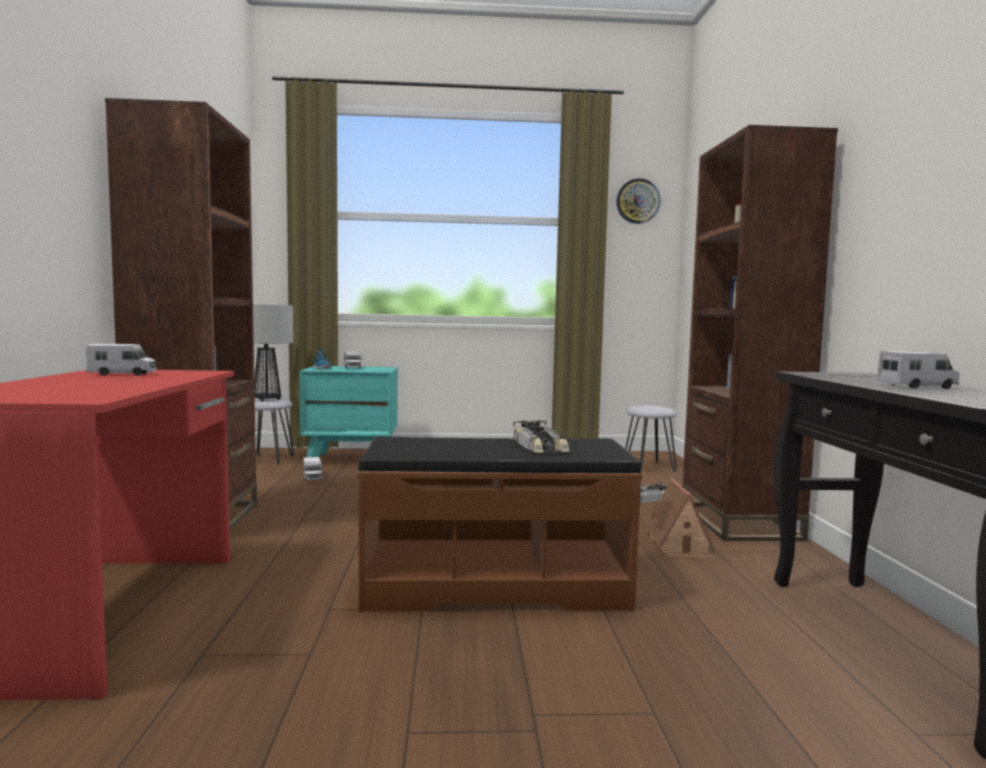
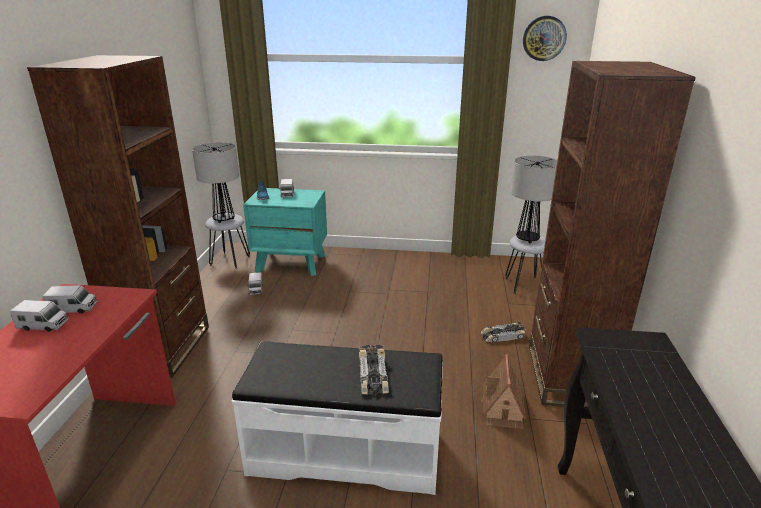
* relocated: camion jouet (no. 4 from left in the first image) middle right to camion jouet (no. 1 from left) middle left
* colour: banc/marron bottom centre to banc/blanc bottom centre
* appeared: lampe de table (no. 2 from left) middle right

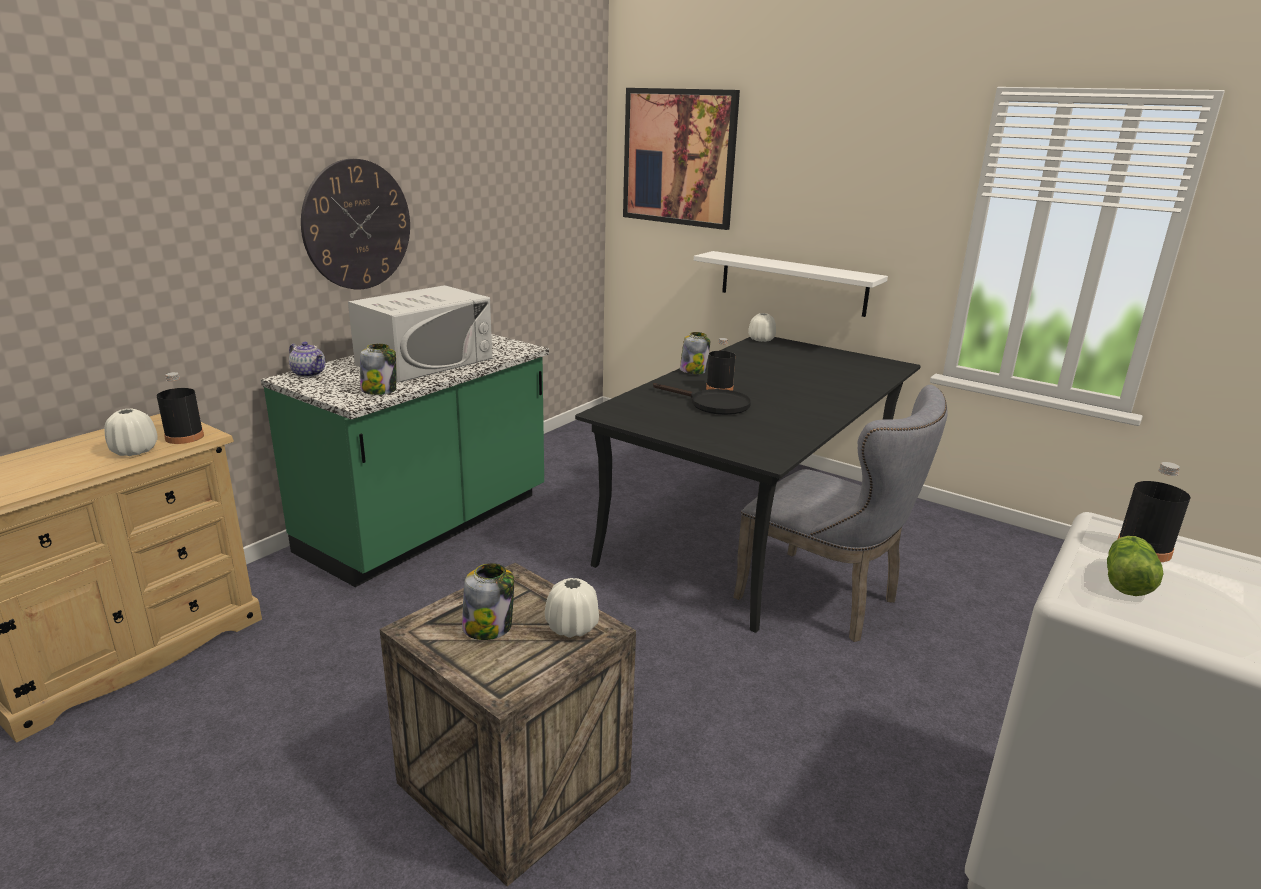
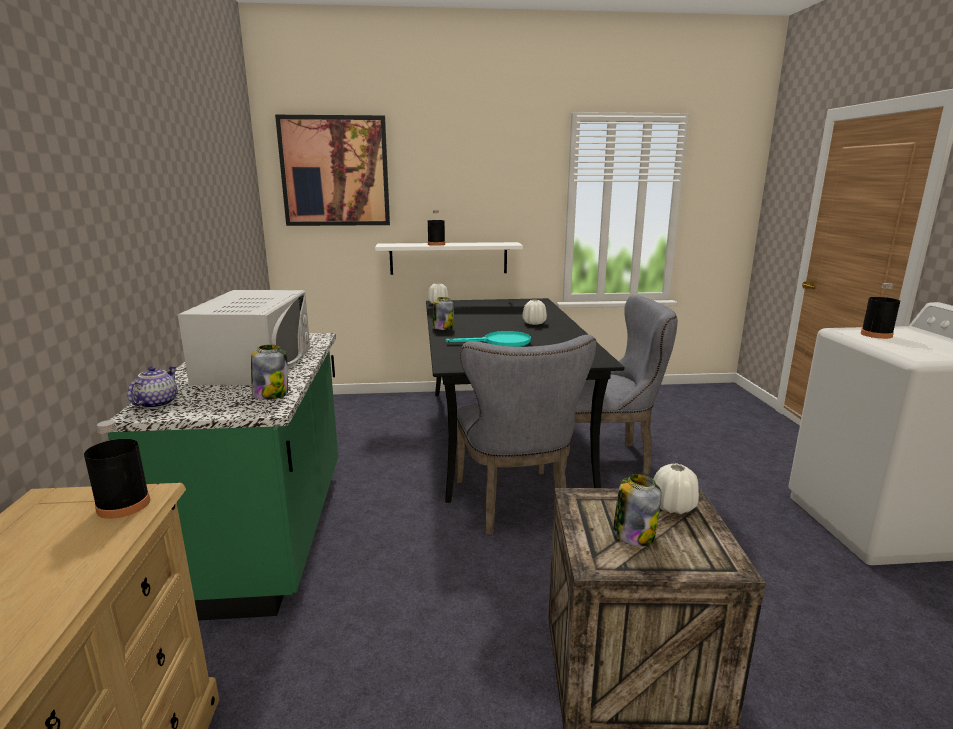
* spun: théière middle left = middle left 75 degrees counterclockwise
* relocated: bouteille/noir (no. 2 from left) centre to top centre
* colour: poêle/noir centre to poêle/turquoise centre
* appeared: chaise/gris (no. 1 from left) centre
* relocated: vase/blanc (no. 1 from left in the first image) middle left to vase/blanc (no. 2 from left) centre
* missing: horloge murale top left
* missing: laitue middle right

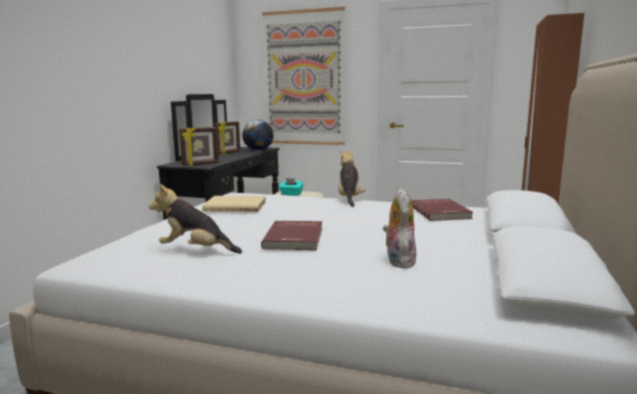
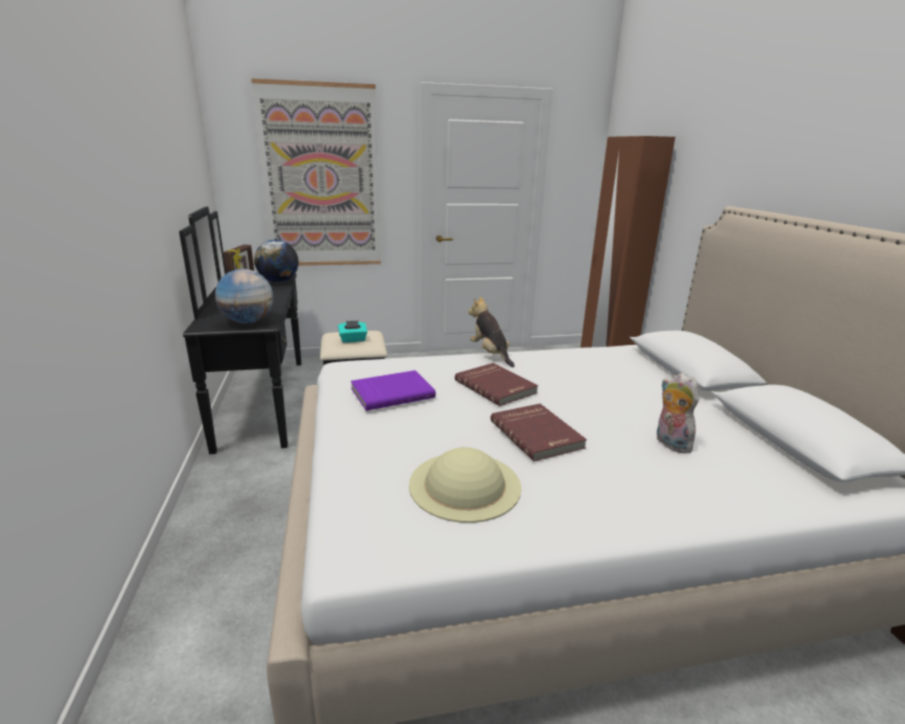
* exchanged: cadre photo (no. 1 from left) middle left to globe (no. 1 from left) middle left
* colour: livre/beige centre to livre/violet centre
* exchanged: peluche (no. 1 from left) middle left to chapeau/beige bottom centre
* relocated: livre/rouge (no. 2 from left in the first image) middle right to livre/rouge (no. 1 from left) centre

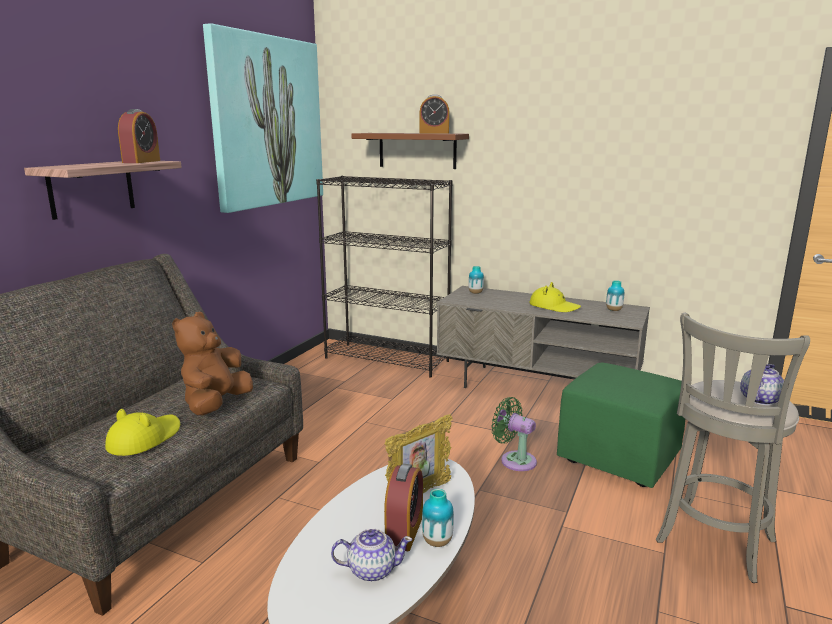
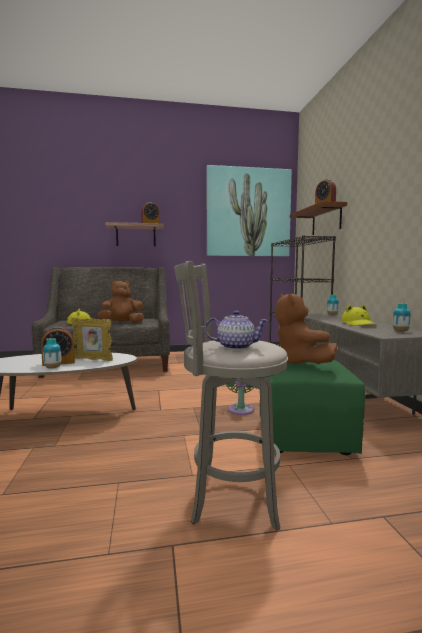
* appeared: peluche/marron (no. 2 from left) middle right
* missing: théière (no. 1 from left) bottom centre

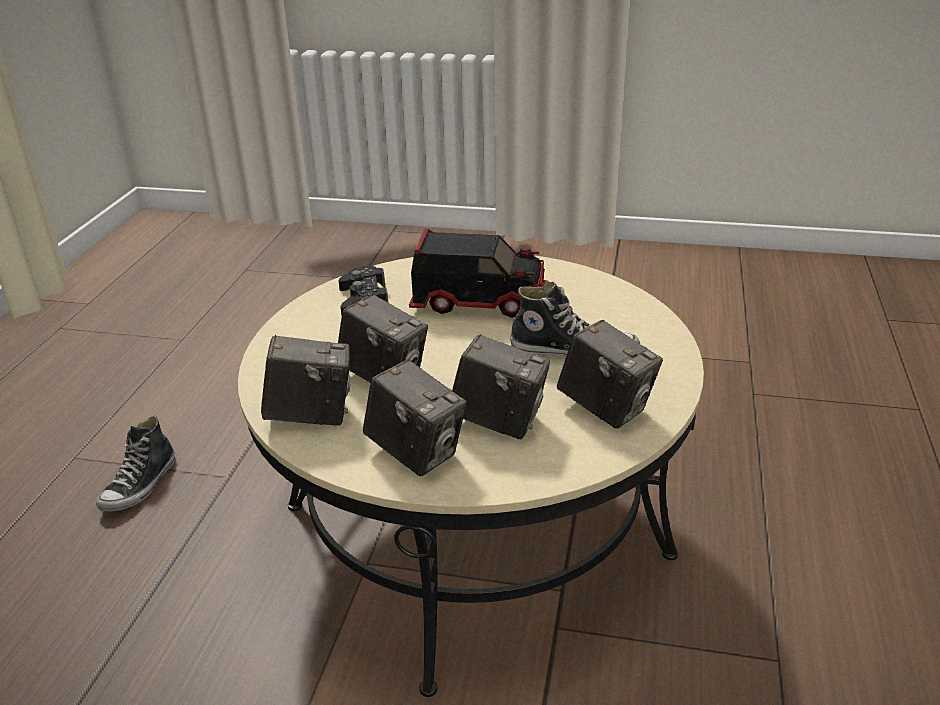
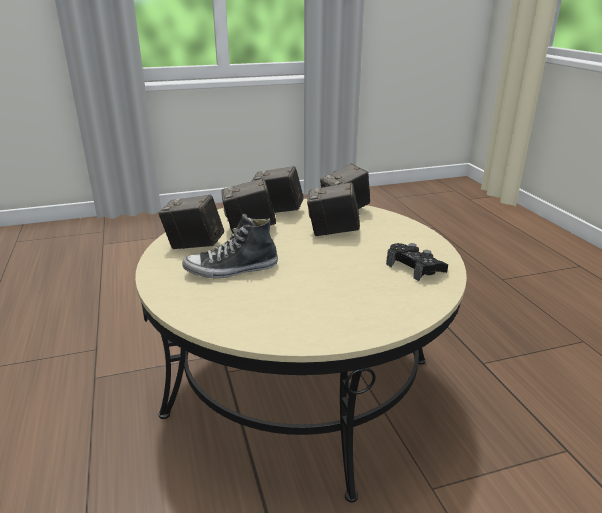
* missing: chaussure (no. 1 from left) middle left
* missing: camion jouet centre

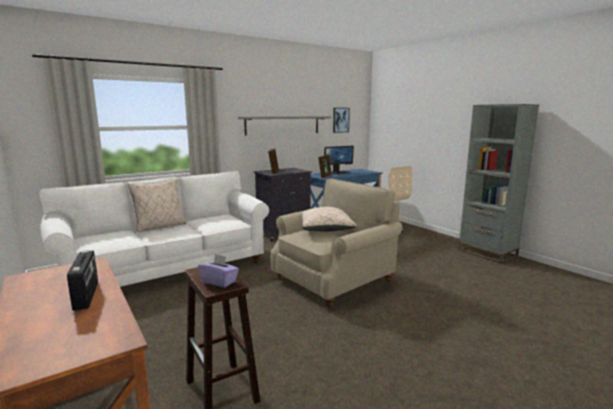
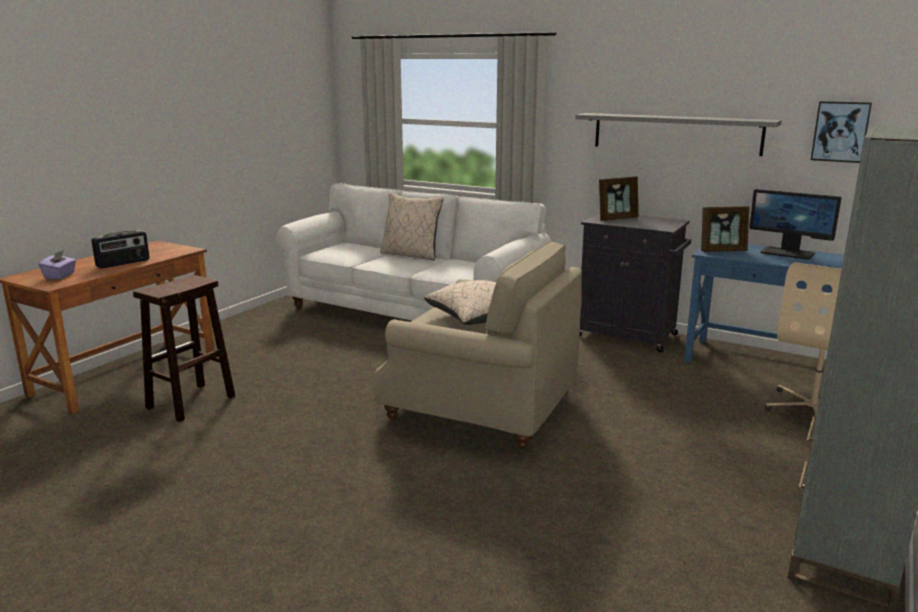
* relocated: boîte à mouchoirs/violet centre to middle left

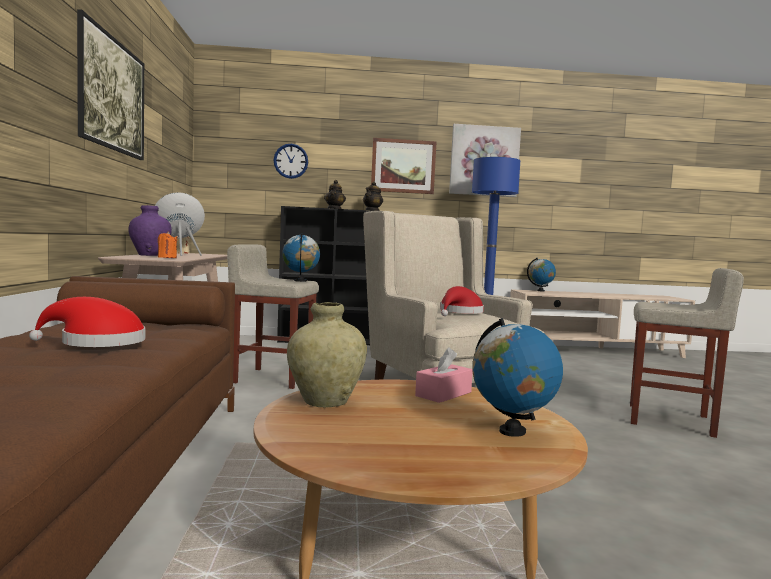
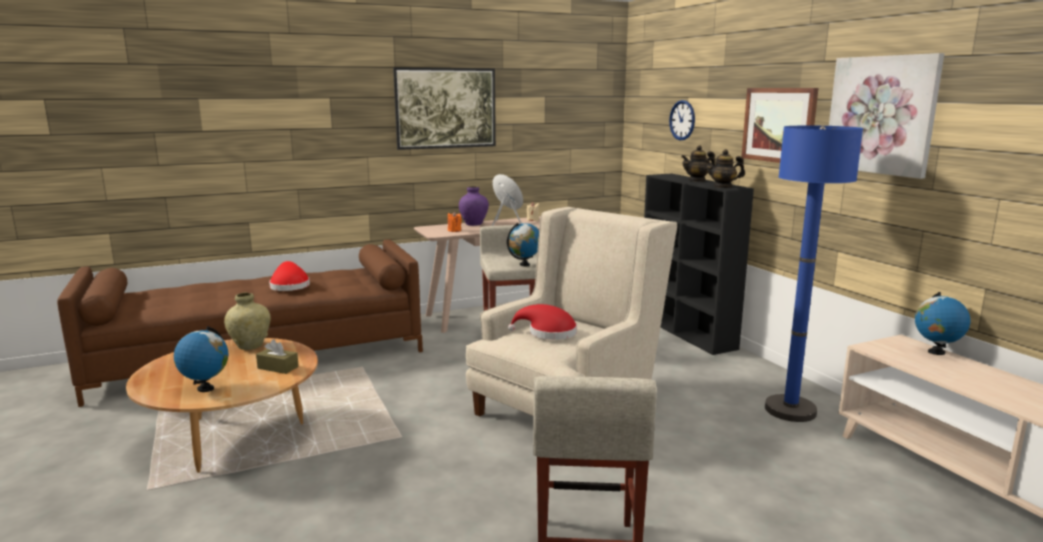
* colour: boîte à mouchoirs/rose centre to boîte à mouchoirs/marron middle left

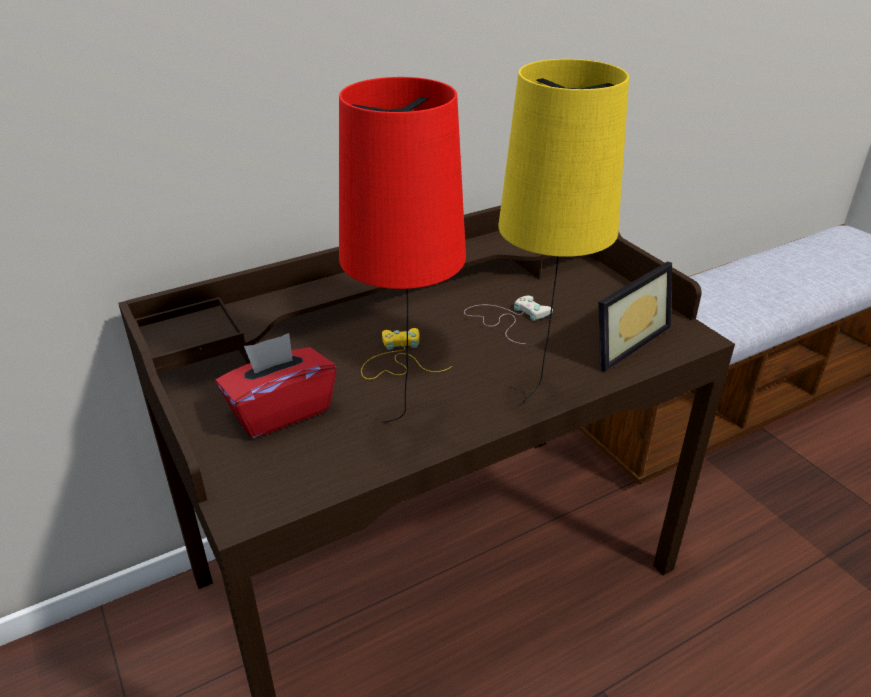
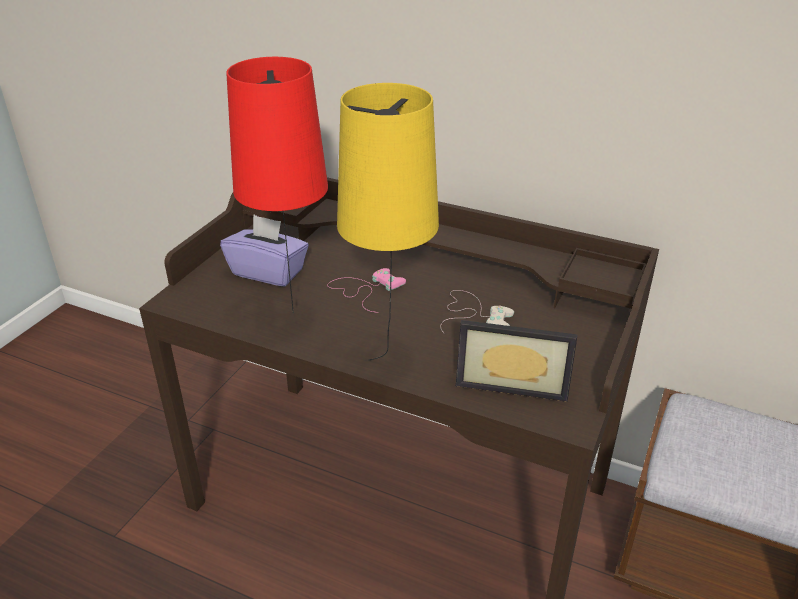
* colour: boîte à mouchoirs/rouge middle left to boîte à mouchoirs/violet middle left
* colour: manette/jaune centre to manette/rose centre

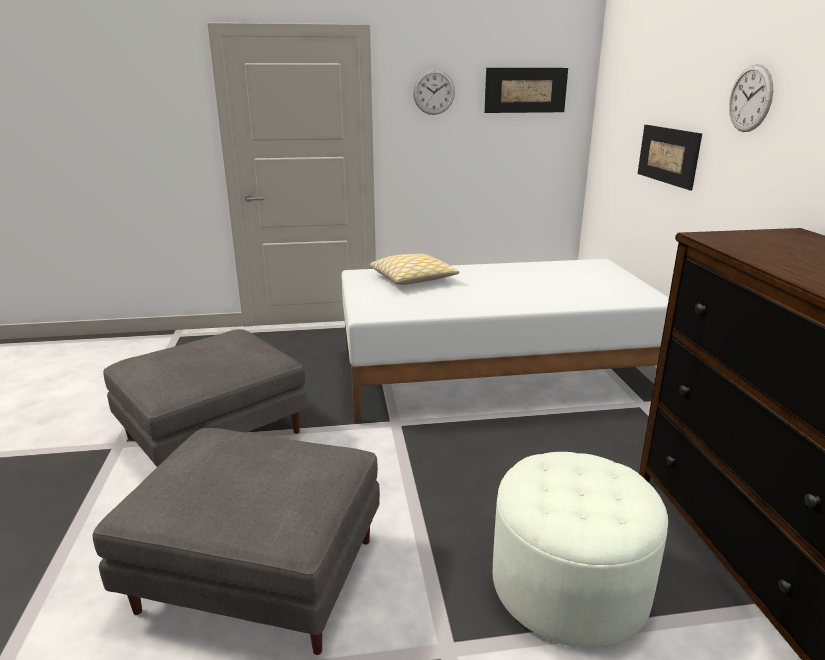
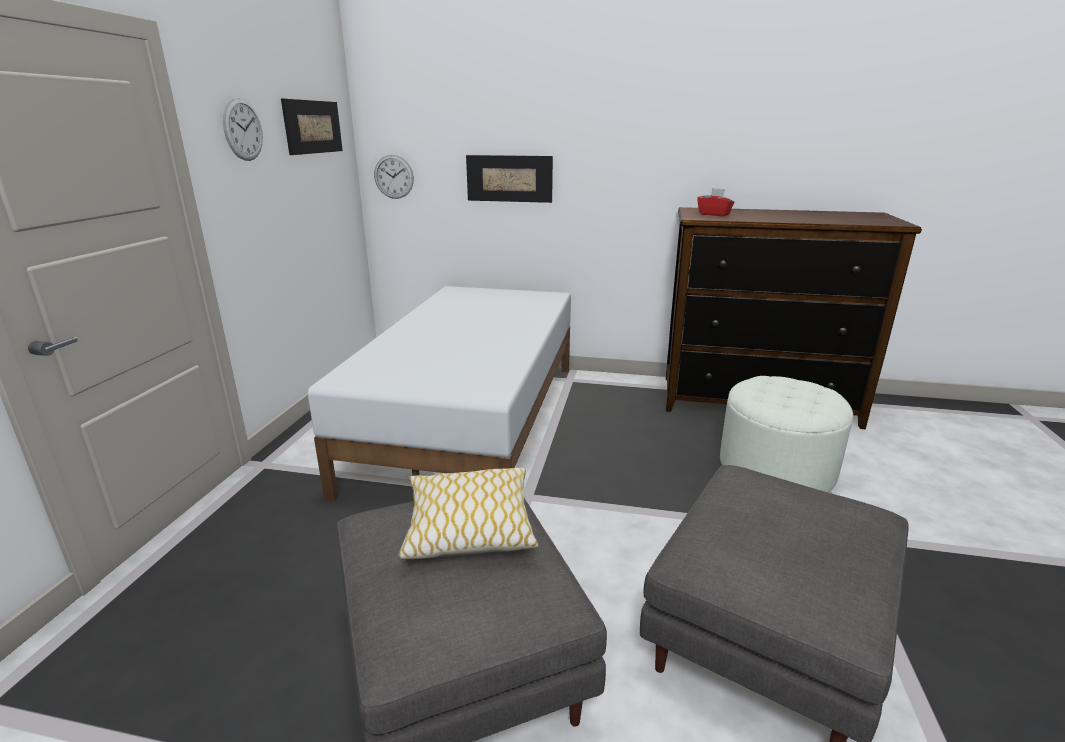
* relocated: horloge murale (no. 2 from left) top right to top centre
* relocated: coussin centre to bottom centre
* appeared: boîte à mouchoirs/rouge top right

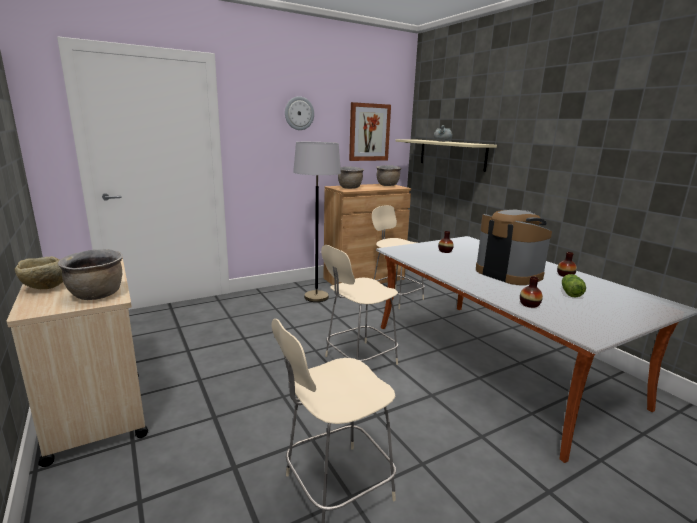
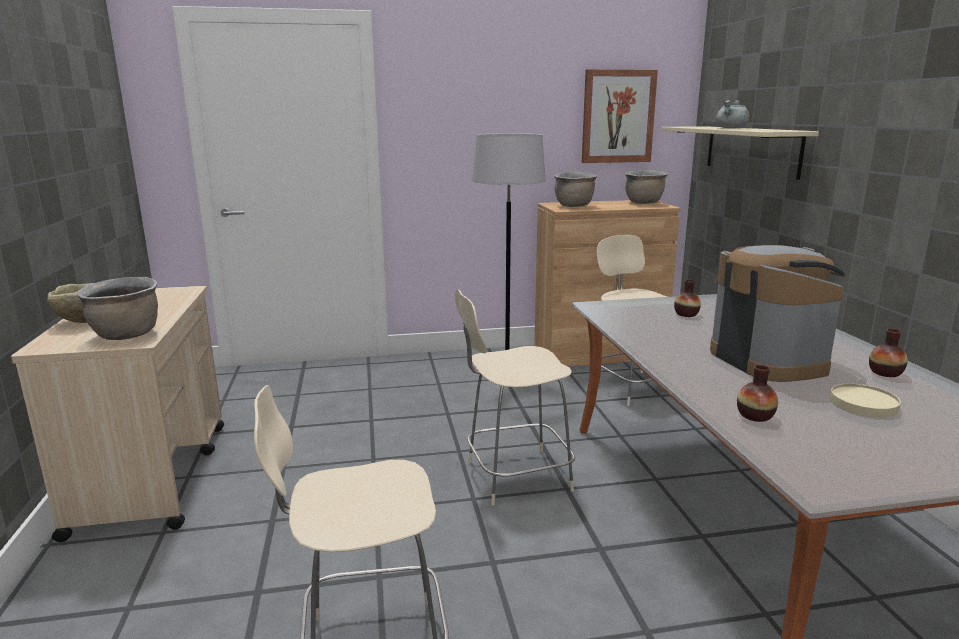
* exchanged: laitue middle right to assiette/beige middle right
* missing: horloge murale top centre

